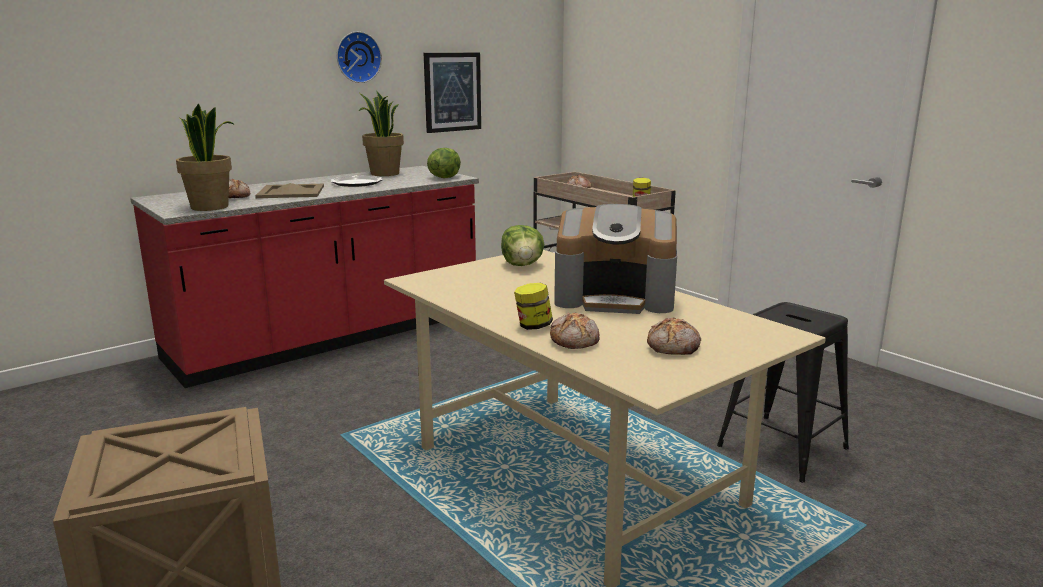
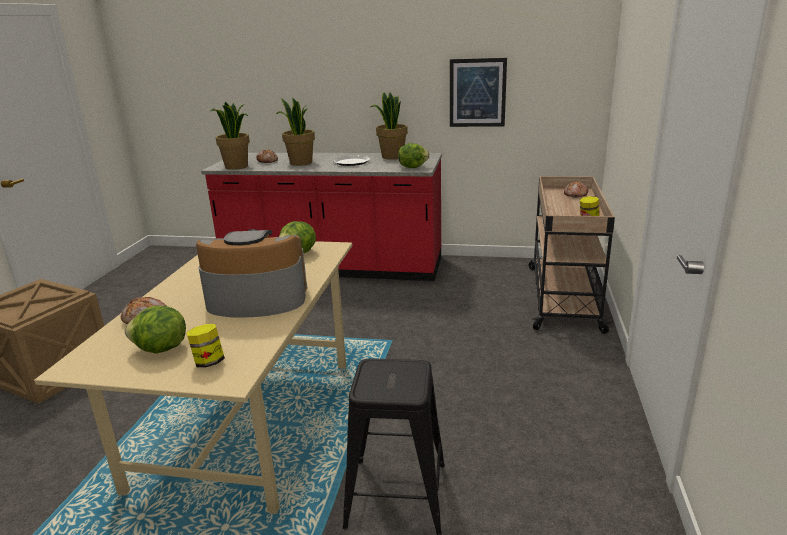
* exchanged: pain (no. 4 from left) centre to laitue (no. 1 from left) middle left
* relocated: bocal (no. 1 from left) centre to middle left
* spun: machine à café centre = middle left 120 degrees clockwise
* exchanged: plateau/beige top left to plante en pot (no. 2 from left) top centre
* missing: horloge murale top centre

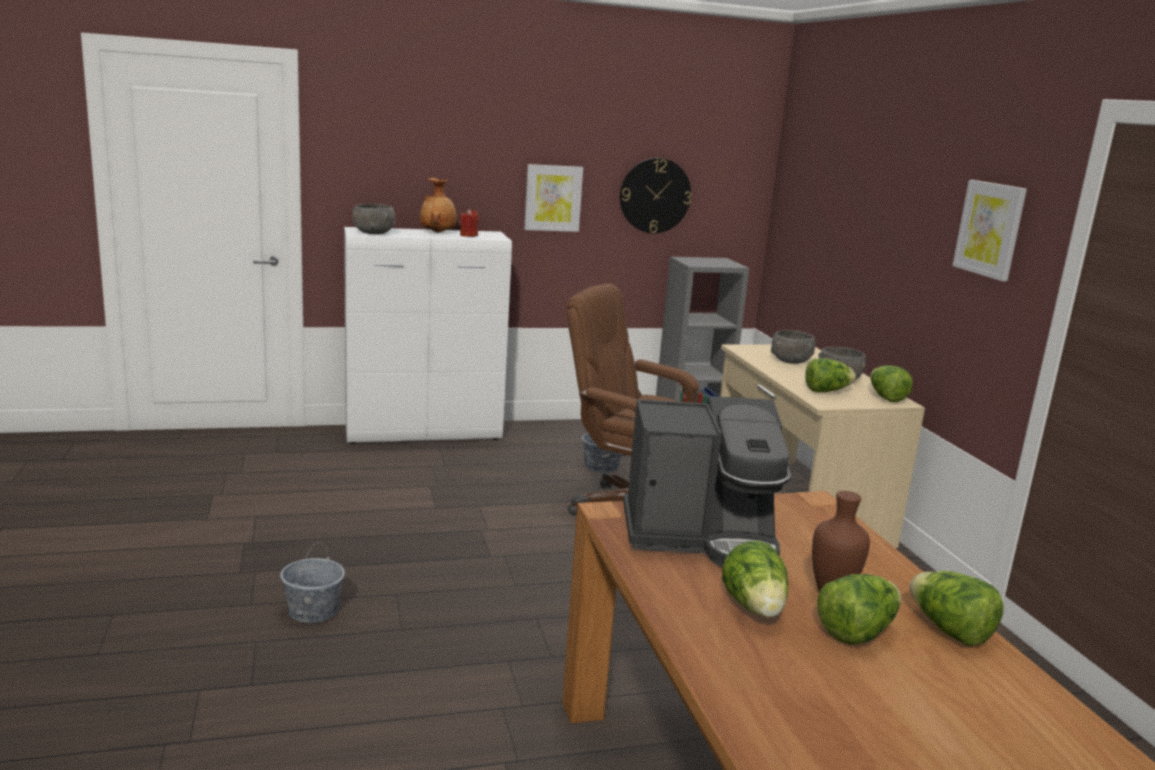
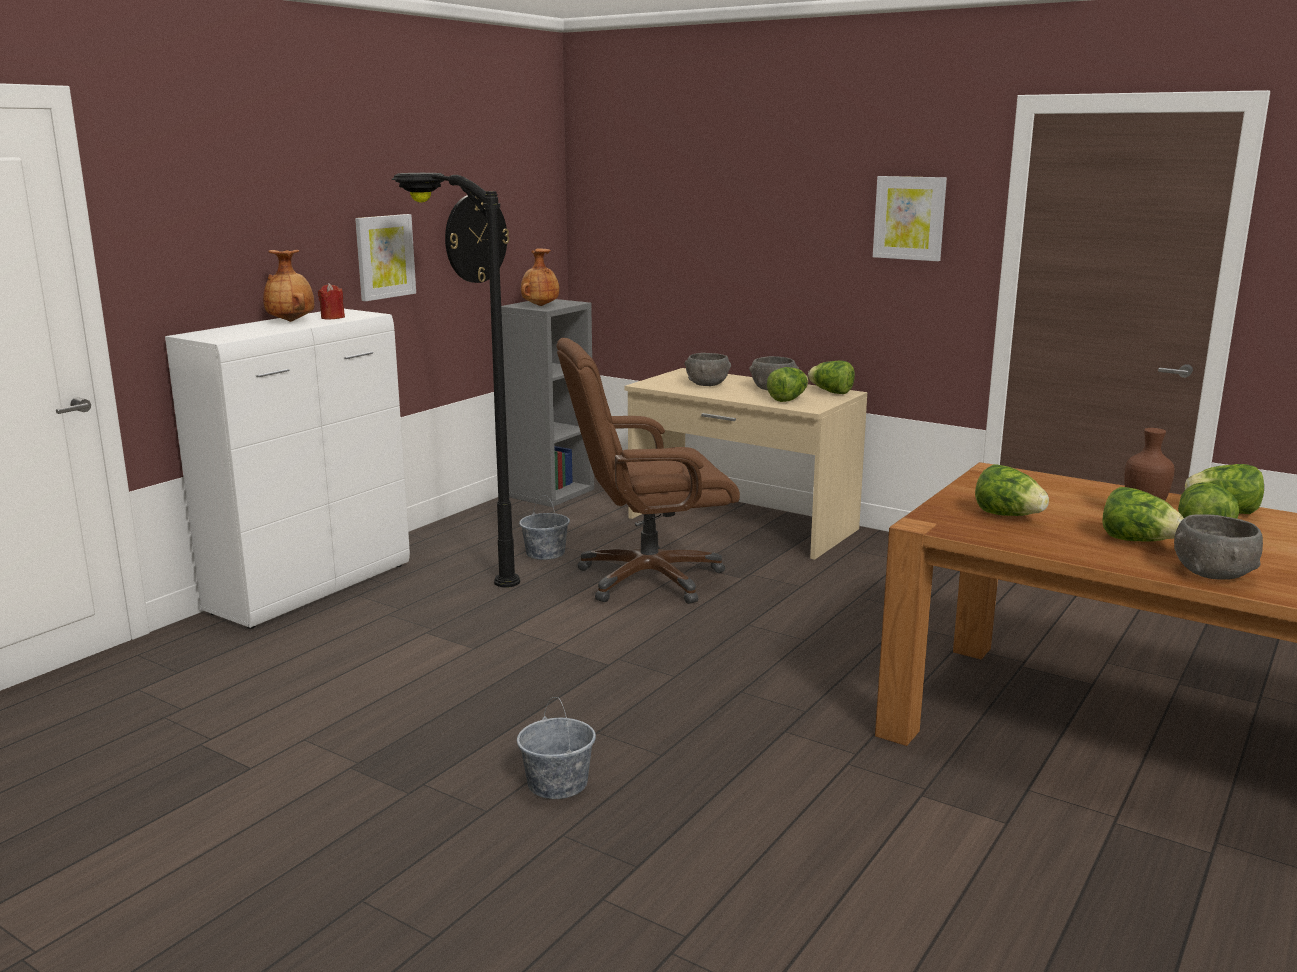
* appeared: lampadaire/noir centre
* appeared: vase/marron (no. 2 from left) top centre
* exchanged: machine à café centre to laitue (no. 3 from left) middle right
* relocated: bol/gris (no. 1 from left in the first image) top left to bol/gris (no. 3 from left) middle right

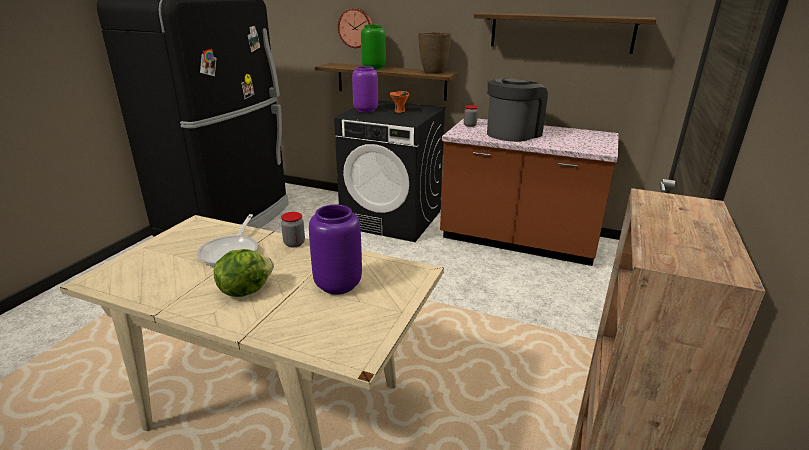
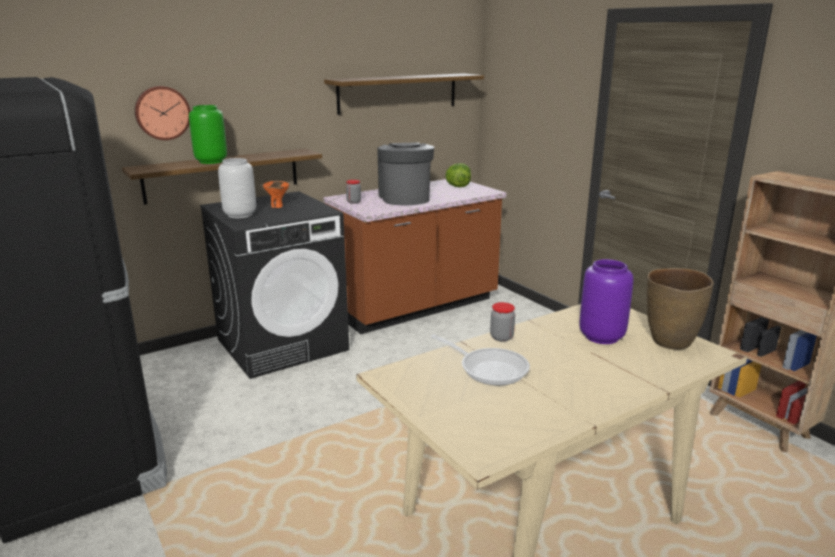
* colour: vase/violet (no. 2 from left) top centre to vase/gris middle left
* relocated: laitue middle left to top centre
* relocated: vase/marron top centre to middle right

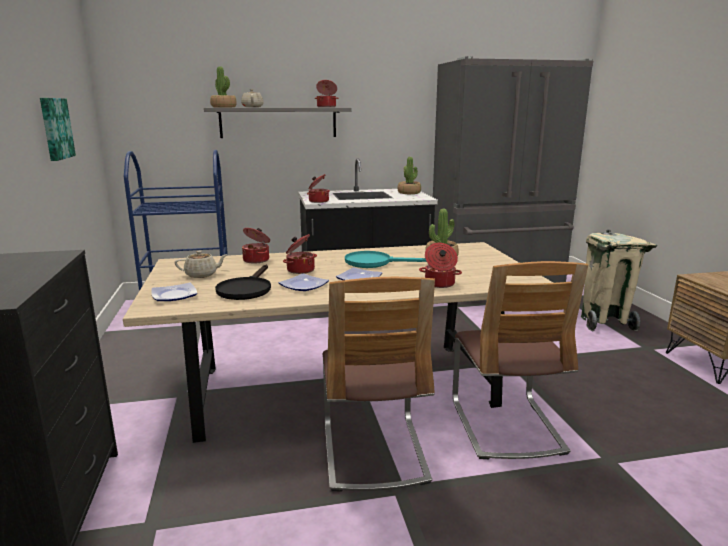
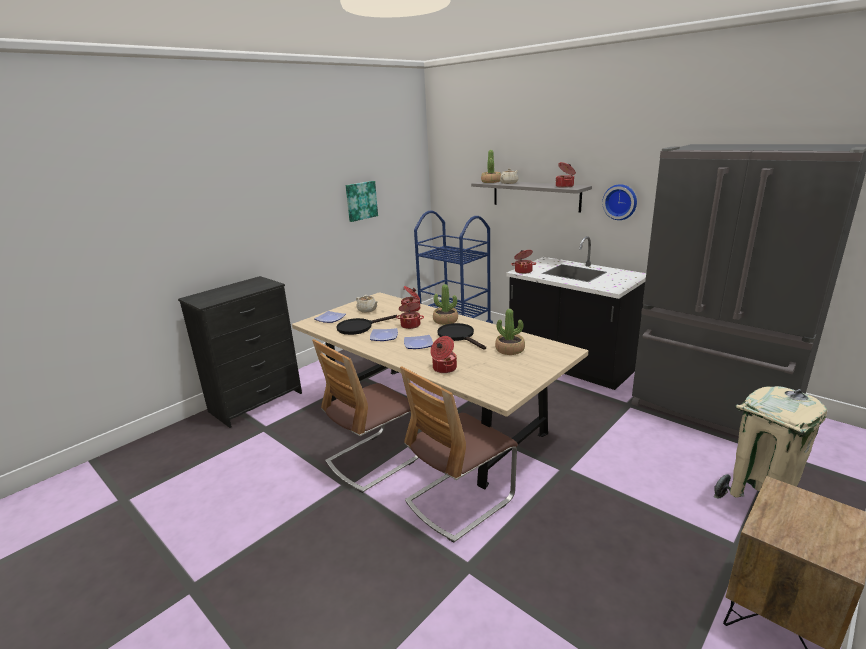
* relocated: plante en pot (no. 2 from left in the first image) top centre to plante en pot (no. 1 from left) centre
* colour: poêle/turquoise centre to poêle/noir (no. 2 from left) centre
* appeared: horloge murale top right

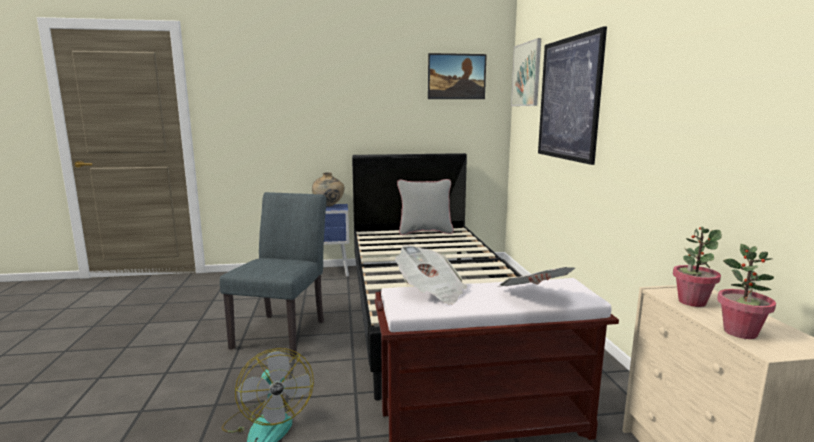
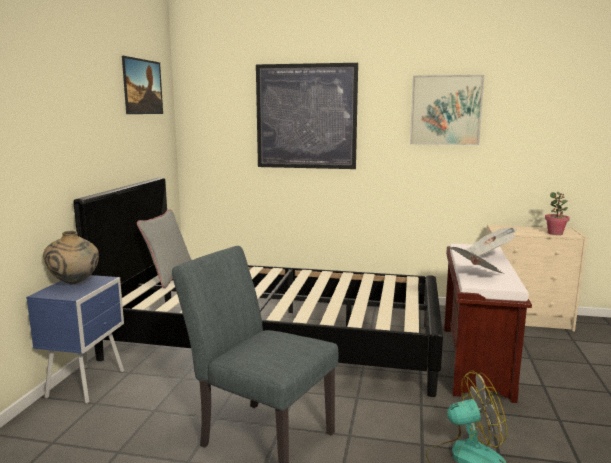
* relocated: tableau (no. 2 from left in the first image) top centre to tableau (no. 3 from left) top right
* missing: plante en pot (no. 1 from left) middle right

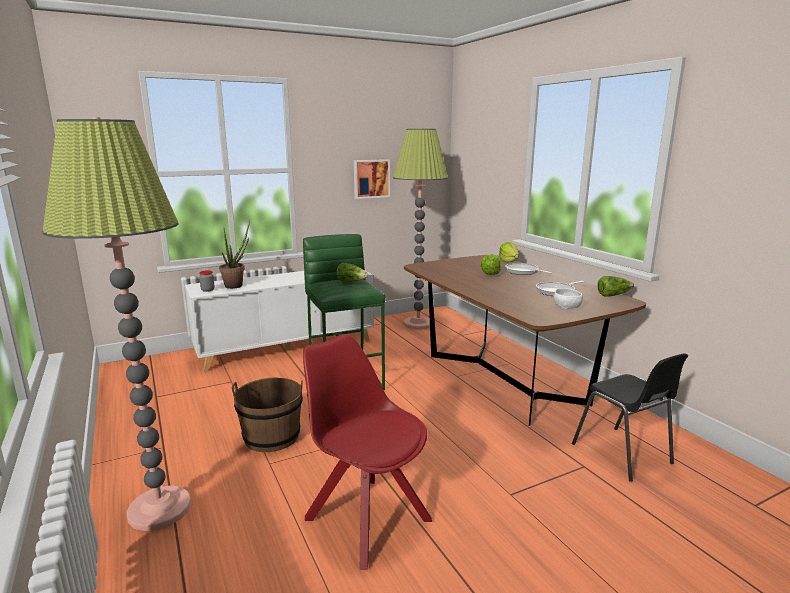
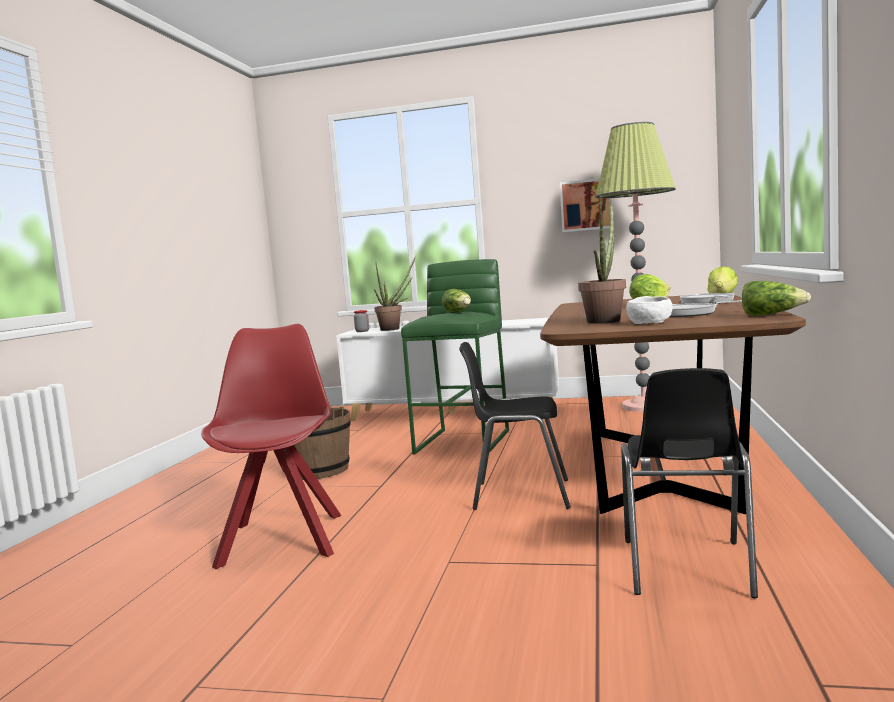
* appeared: chaise/noir (no. 1 from left) centre
* appeared: plante en pot (no. 2 from left) middle right
* missing: lampadaire (no. 1 from left) middle left

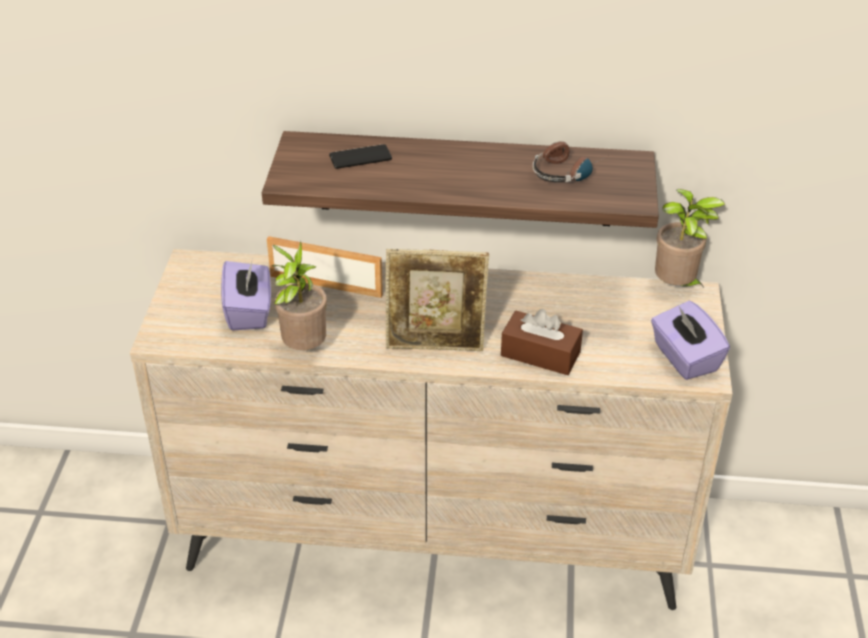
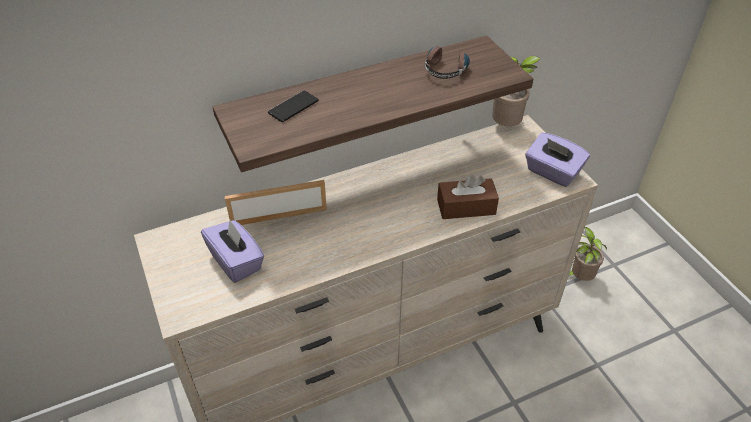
* relocated: plante en pot (no. 1 from left in the first image) centre to plante en pot (no. 2 from left) middle right
* missing: cadre photo (no. 2 from left) centre

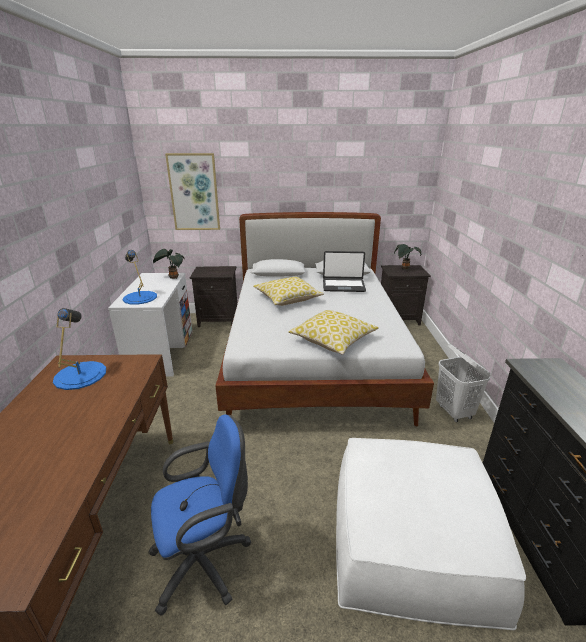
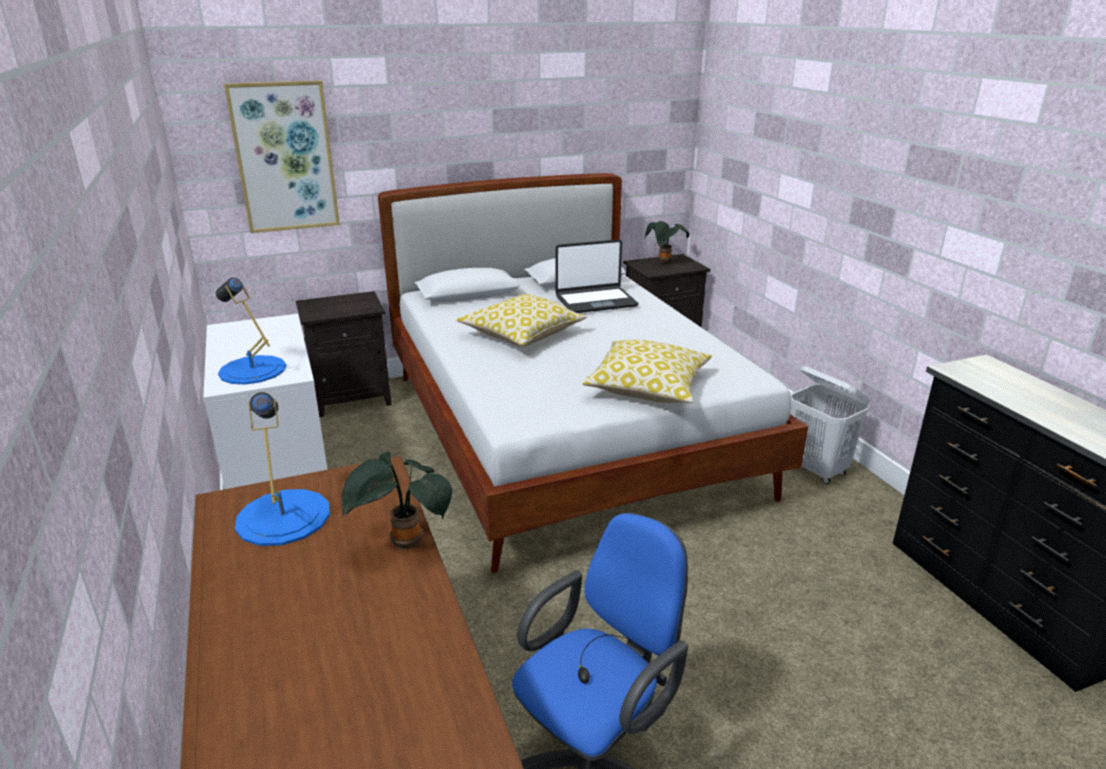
* relocated: plante en pot (no. 1 from left) middle left to centre
* missing: pouf/blanc bottom right

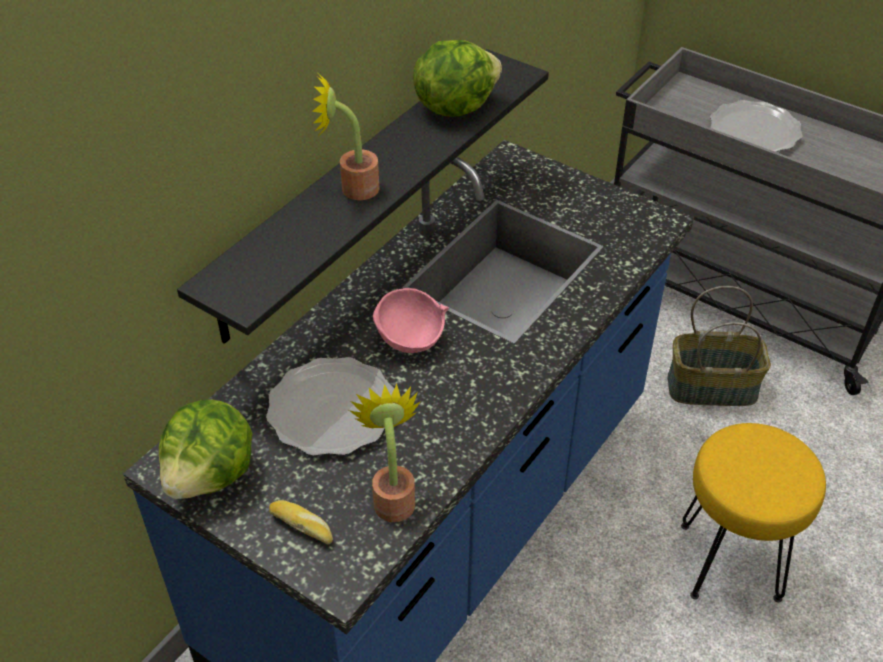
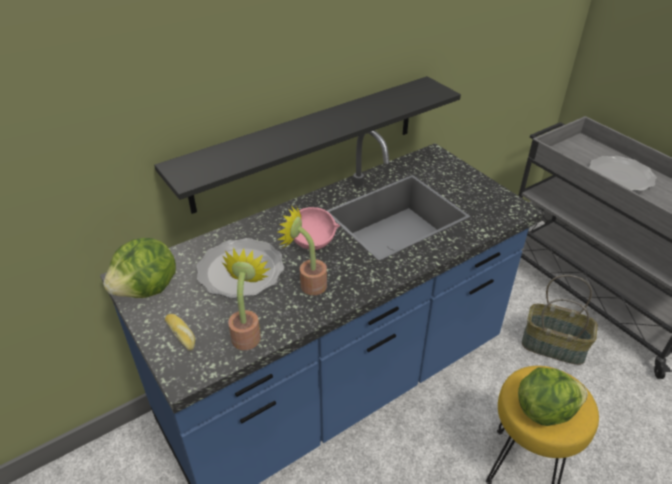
* relocated: plante en pot (no. 1 from left in the first image) top centre to plante en pot (no. 2 from left) centre
* relocated: laitue (no. 2 from left) top centre to bottom right

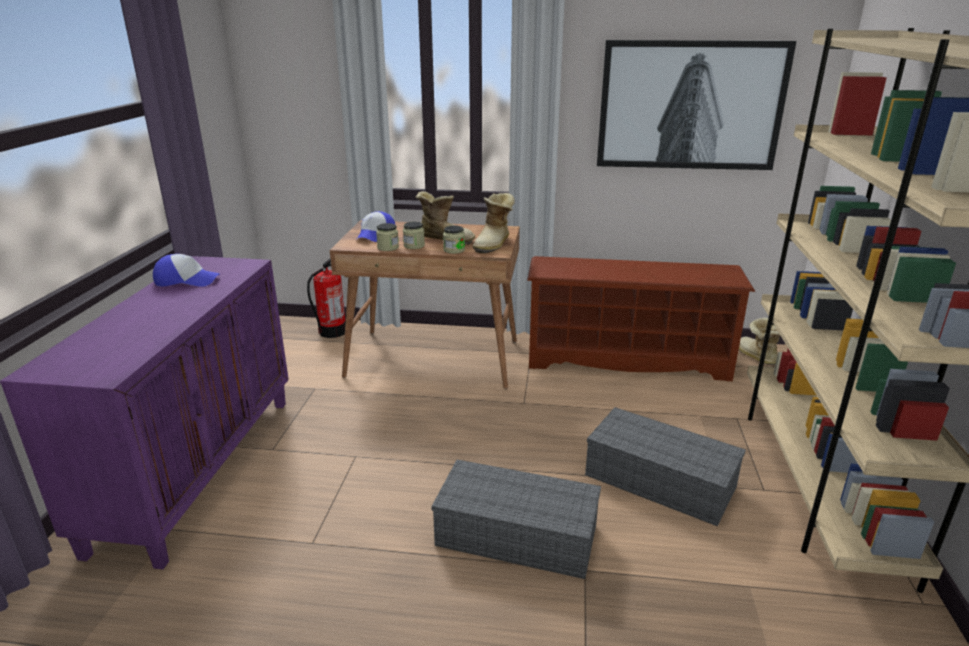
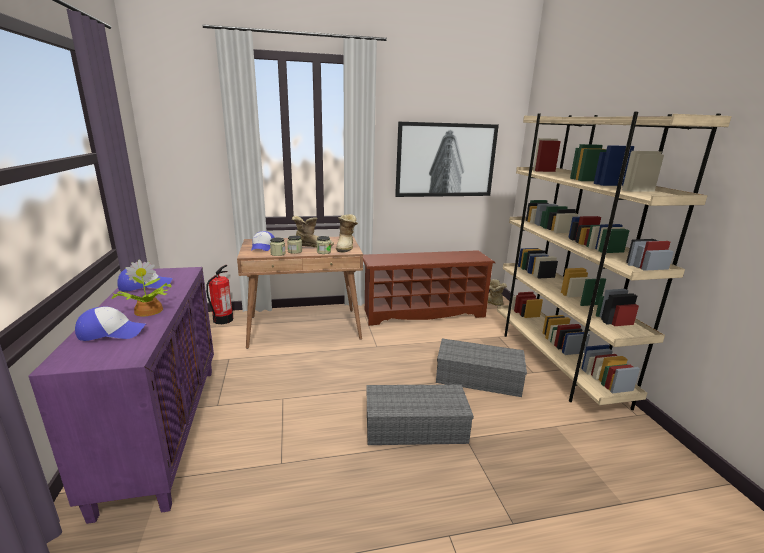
* appeared: casquette (no. 1 from left) middle left
* appeared: plante en pot middle left

